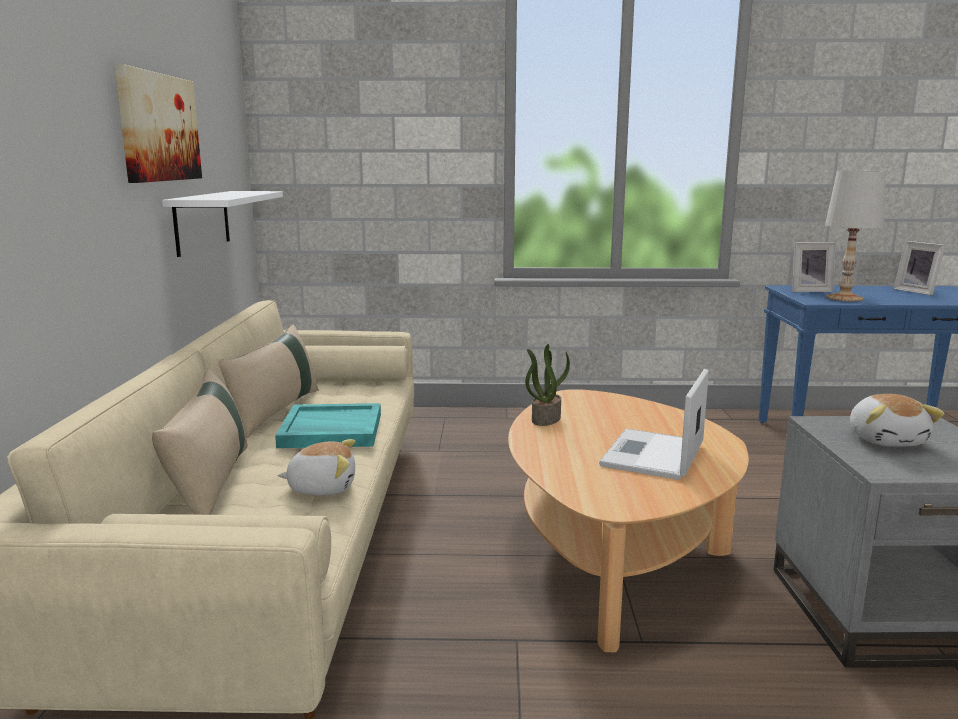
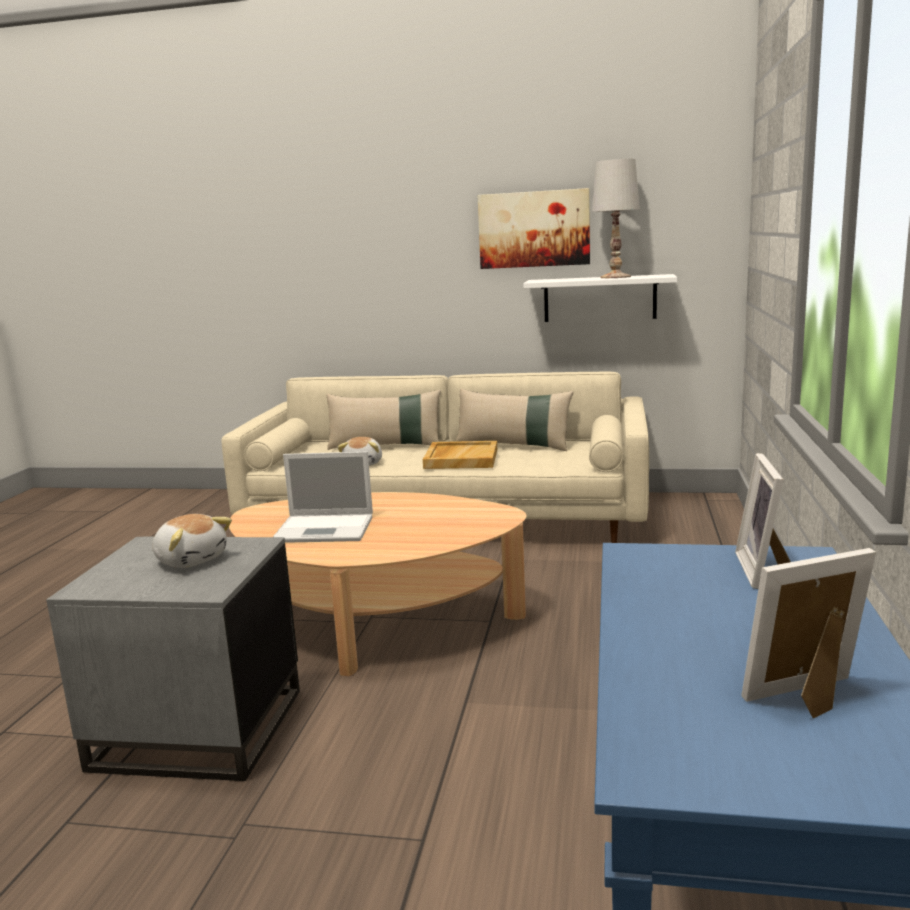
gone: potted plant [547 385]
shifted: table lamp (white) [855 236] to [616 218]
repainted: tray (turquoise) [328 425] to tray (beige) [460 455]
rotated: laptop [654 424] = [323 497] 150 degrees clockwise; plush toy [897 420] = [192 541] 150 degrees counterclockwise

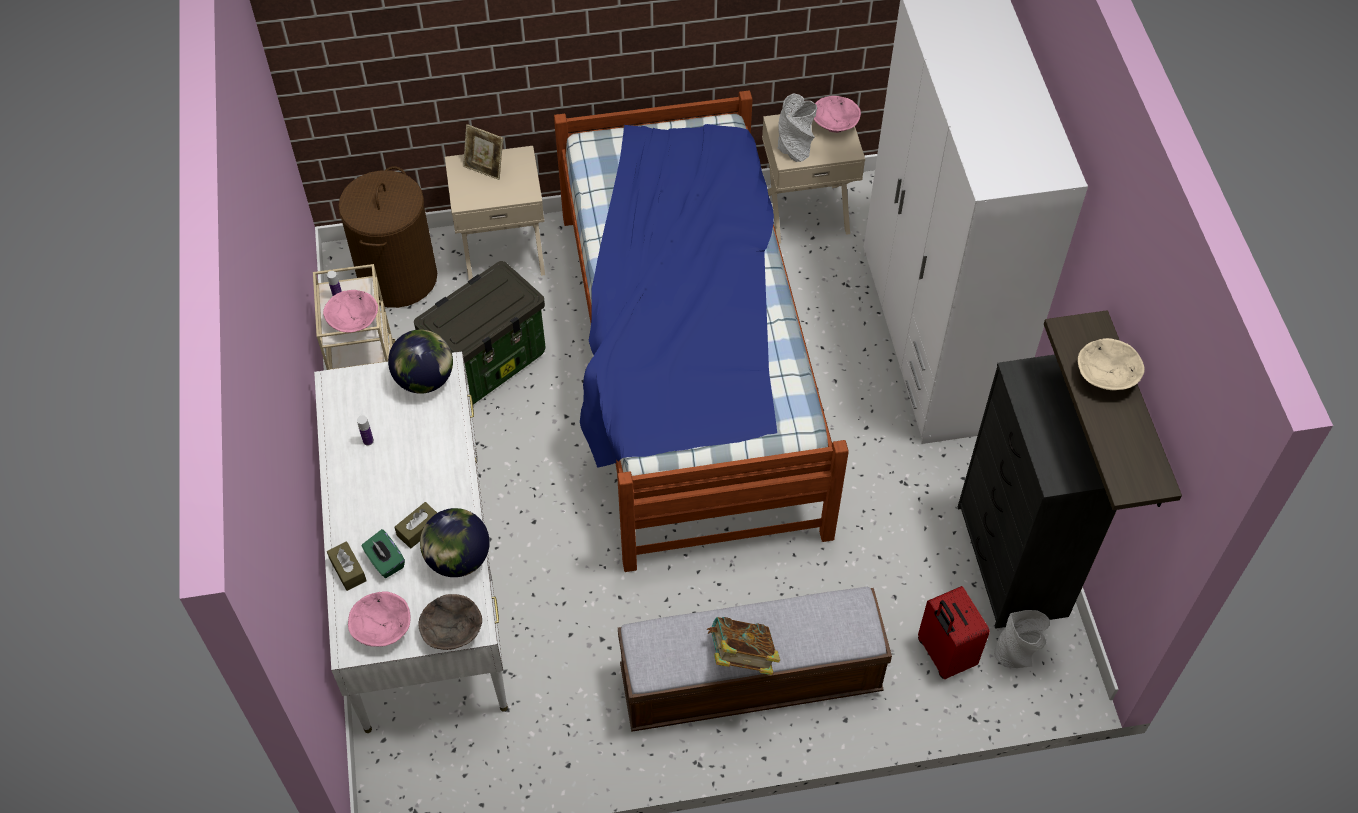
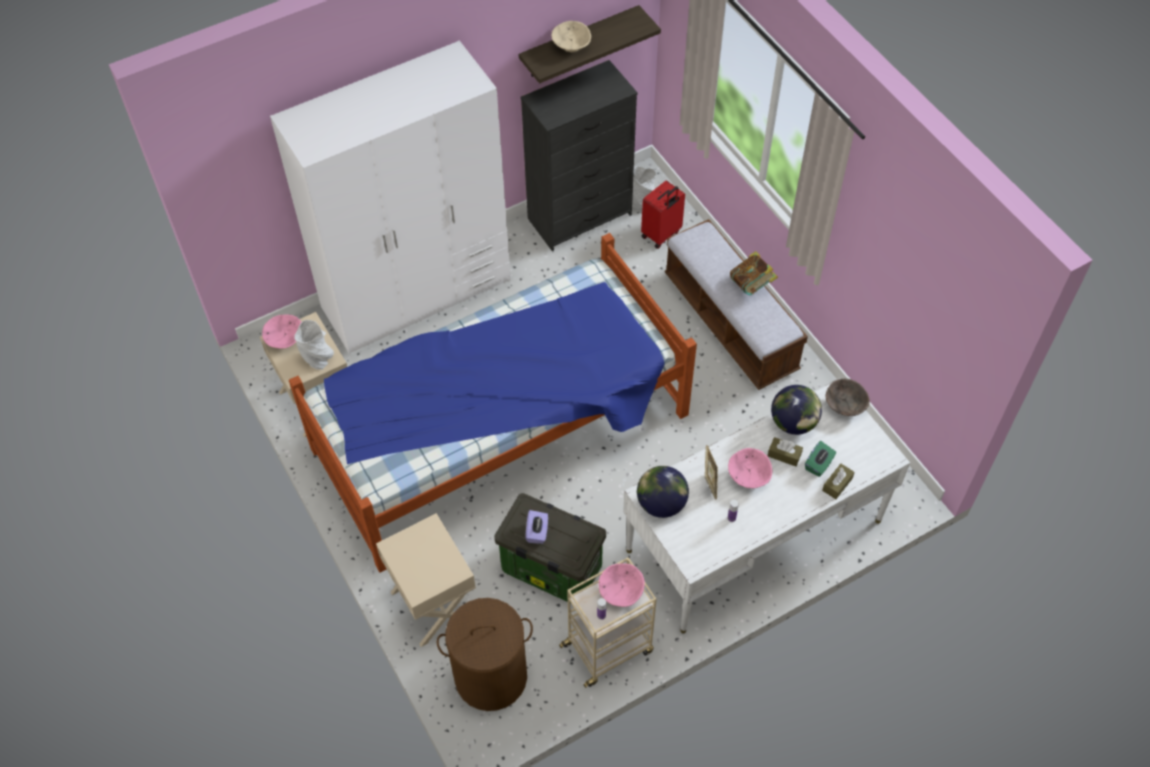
new: tissue box (purple) [537 527]
shifted: bowl (pink) [379 619] to [750 468]; picture frame [483 152] to [711 472]

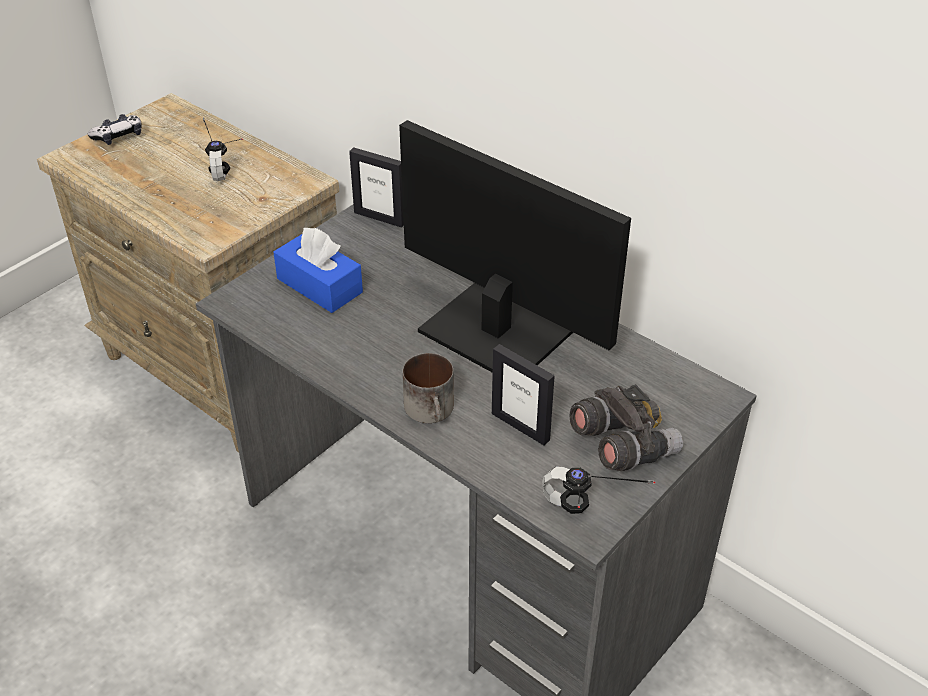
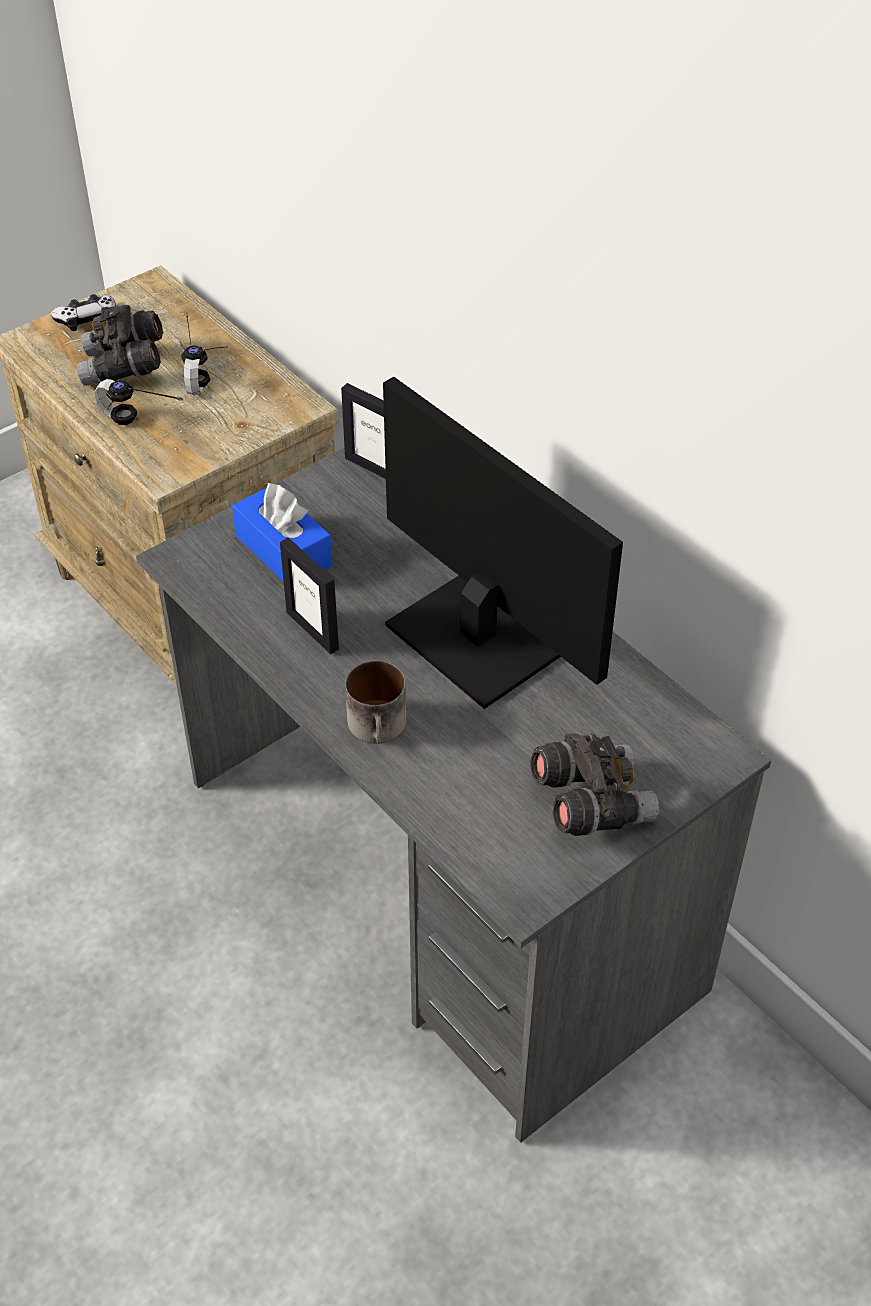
new: binoculars (grey) [120 345]
shifted: picture frame [523 394] to [309 595]; headphones [599 490] to [138 402]

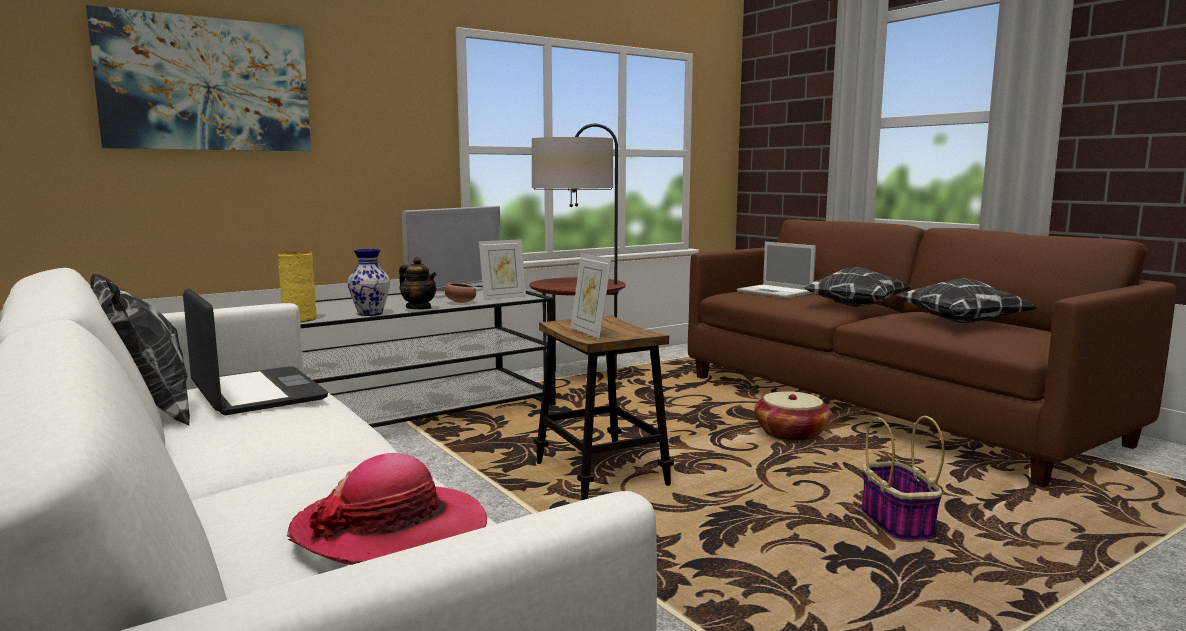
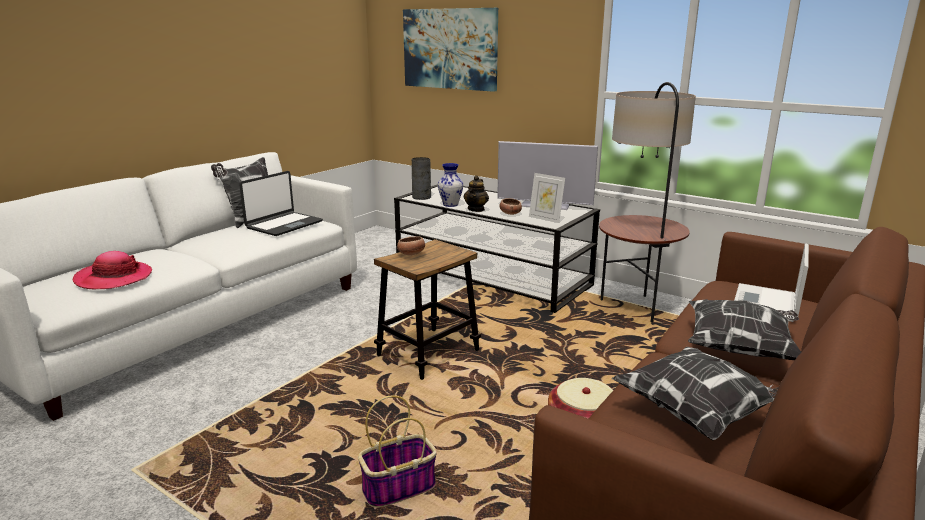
swapped: picture frame [591 296] to bowl [411 246]
repainted: vase (yellow) [297 287] to vase (grey) [421 178]

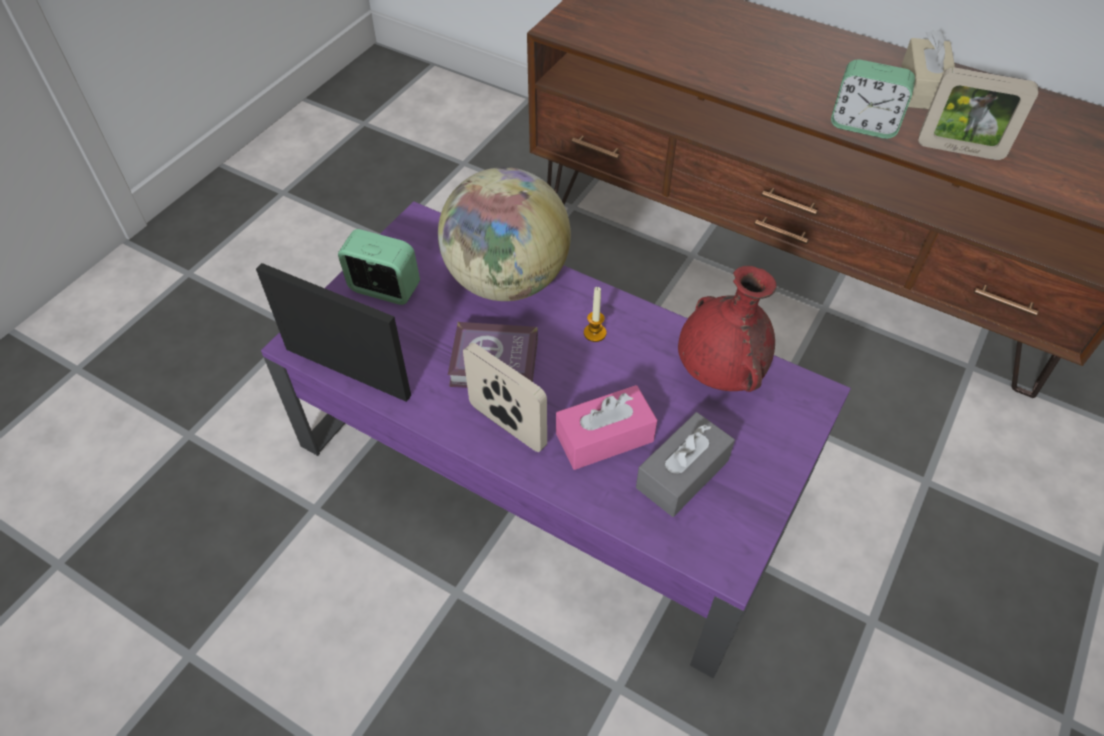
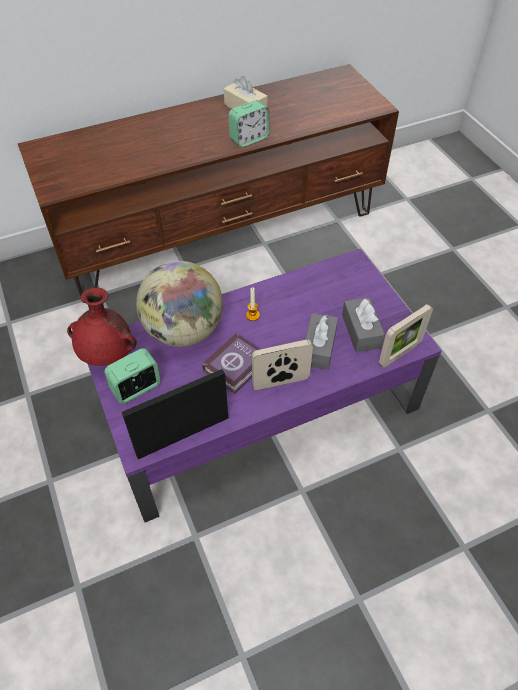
shifted: vase (red) [727 329] to [102 327]; picture frame [978 114] to [406 336]
repainted: tissue box (pink) [606 427] to tissue box (grey) [321 341]

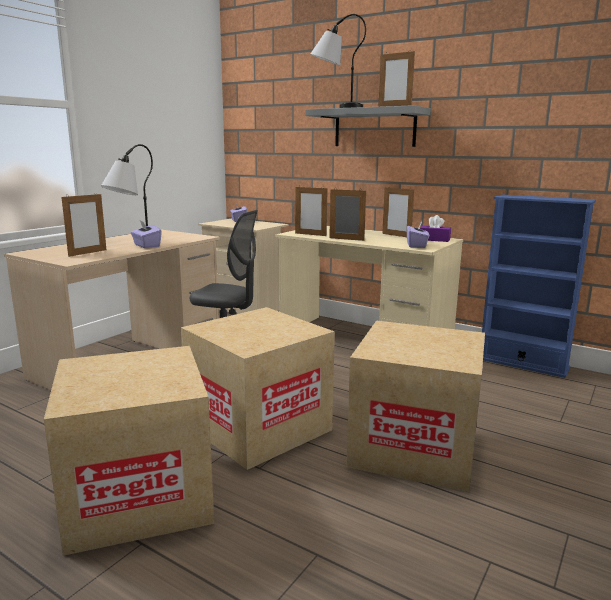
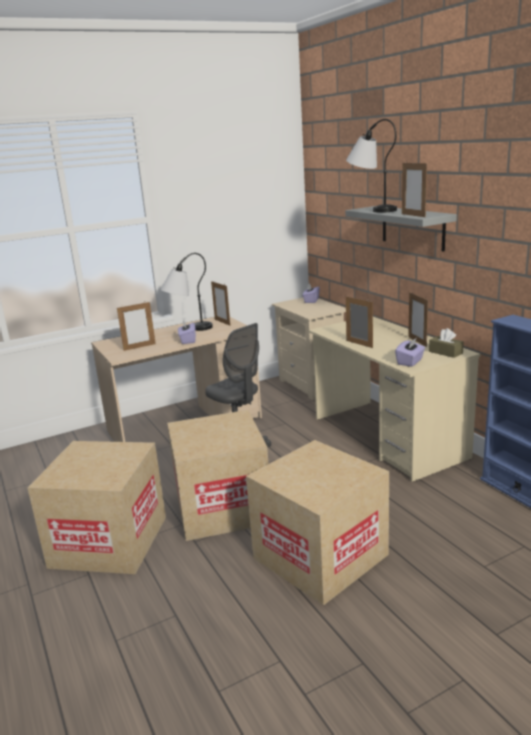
shifted: picture frame [311 210] to [221 303]
repainted: tissue box (purple) [435 228] to tissue box (brown) [446 343]

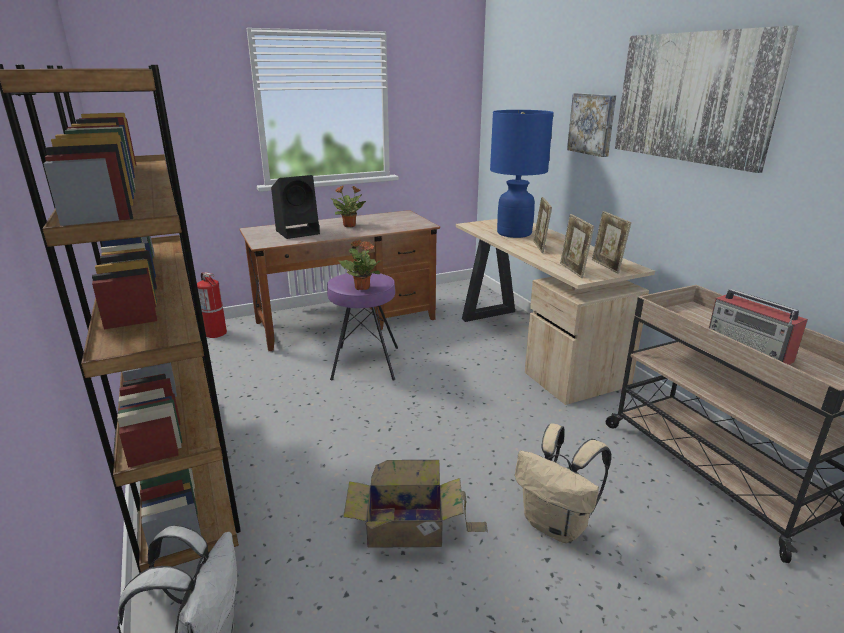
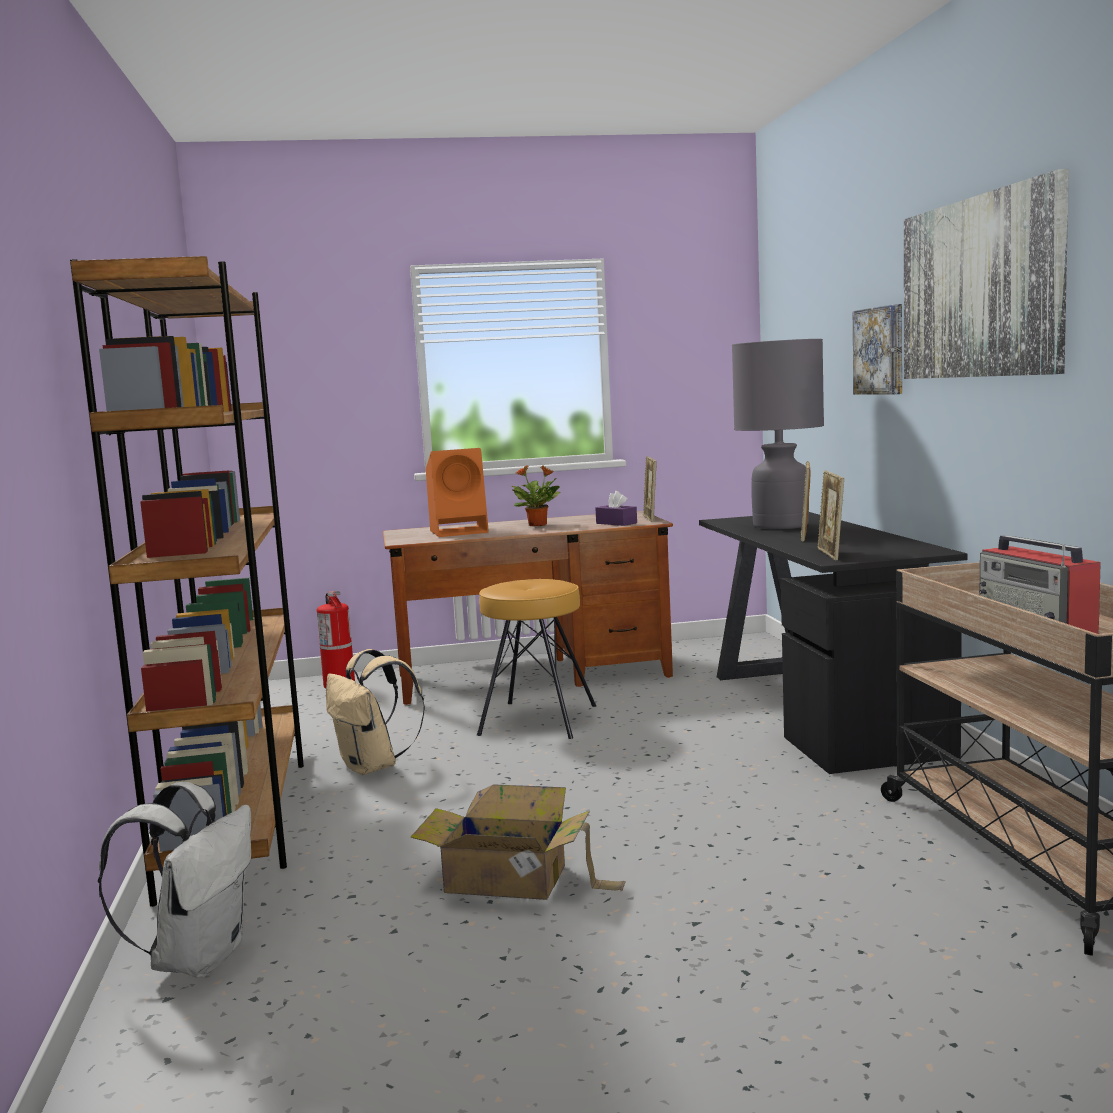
gone: potted plant [360 264]
new: tissue box (purple) [616 508]
shifted: backpack (beige) [563 483] to [375 712]; picture frame [611 242] to [650 489]
repainted: speaker (black) [295 207] to speaker (orange) [457 492]; stool (purple) [362 327] to stool (brown) [536 659]; desk (beige) [555 312] to desk (black) [833 643]; table lamp (blue) [522 174] to table lamp (grey) [778 434]

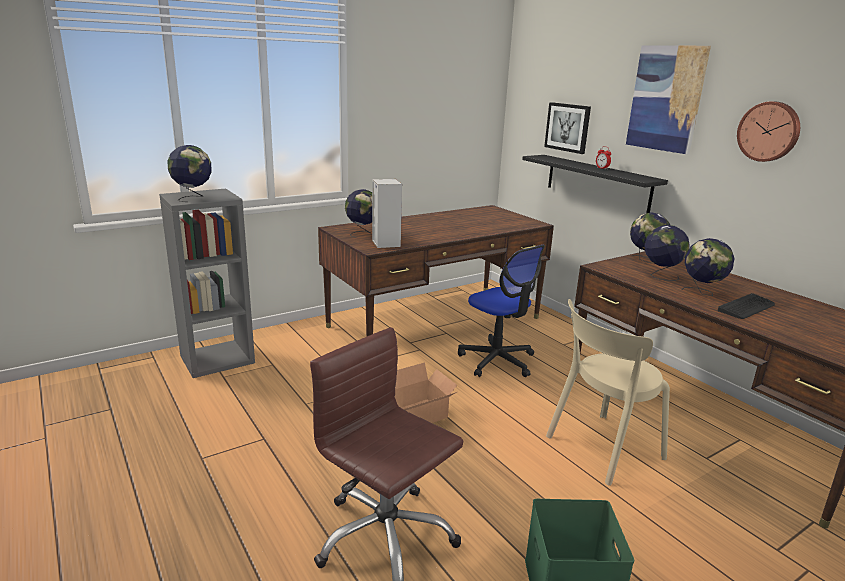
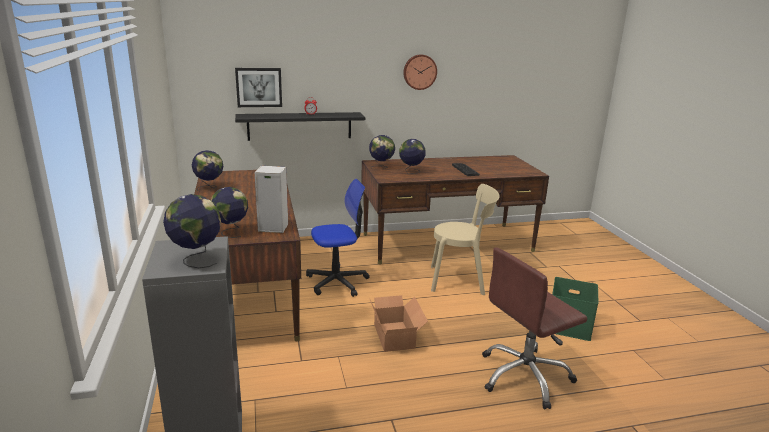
gone: picture [668 99]
shifted: globe [708 267] to [207 169]
rotated: chair (beige) [608 392] = [465 239] 75 degrees counterclockwise

